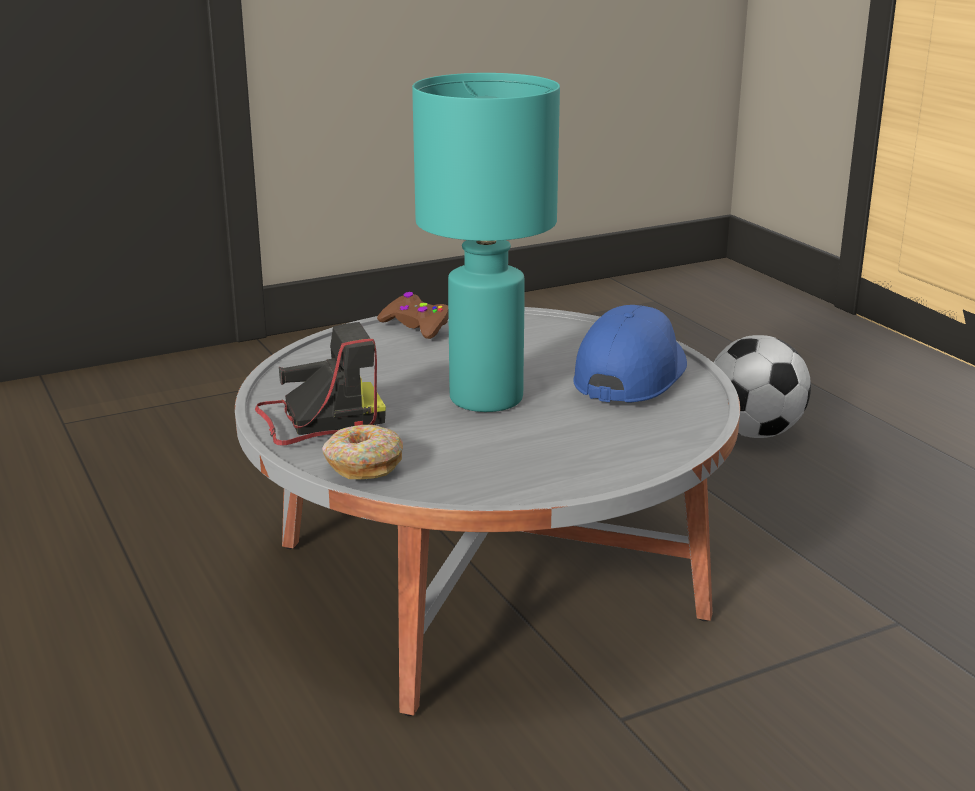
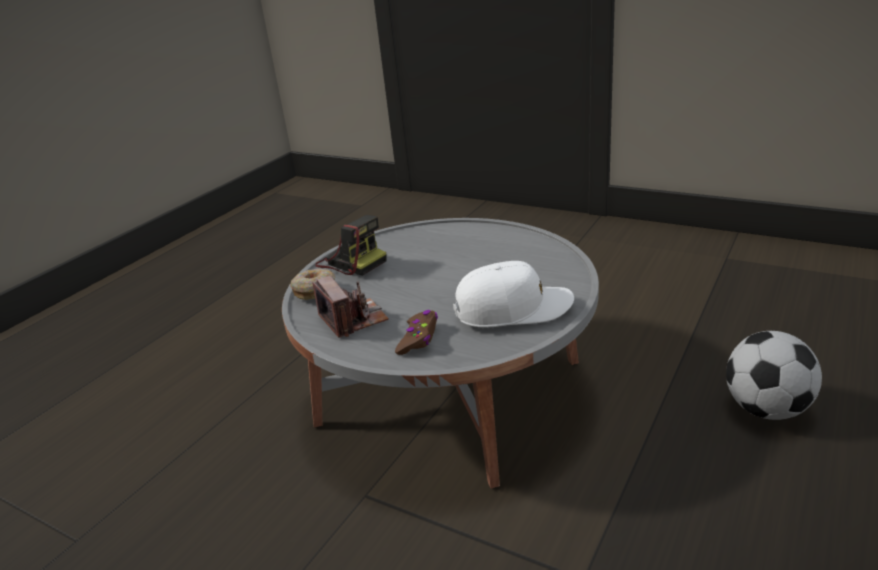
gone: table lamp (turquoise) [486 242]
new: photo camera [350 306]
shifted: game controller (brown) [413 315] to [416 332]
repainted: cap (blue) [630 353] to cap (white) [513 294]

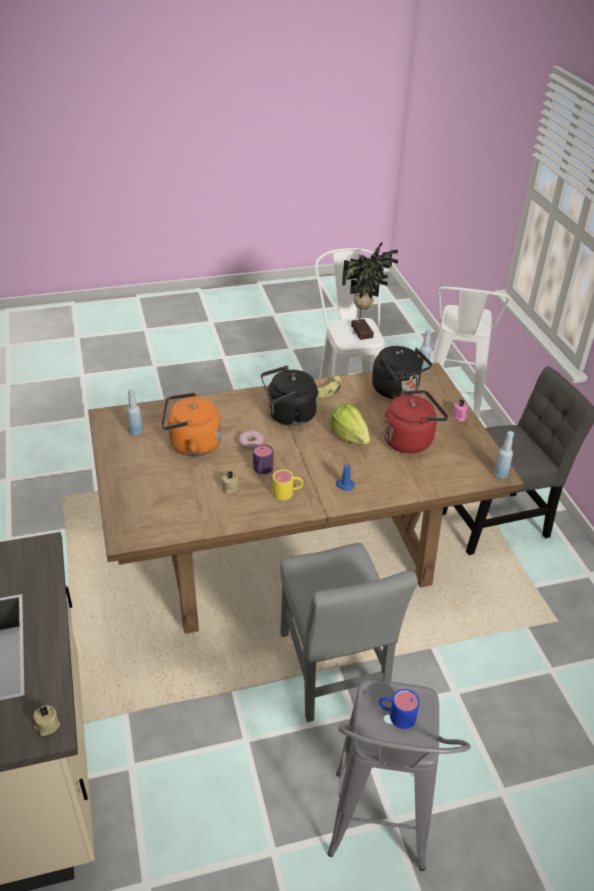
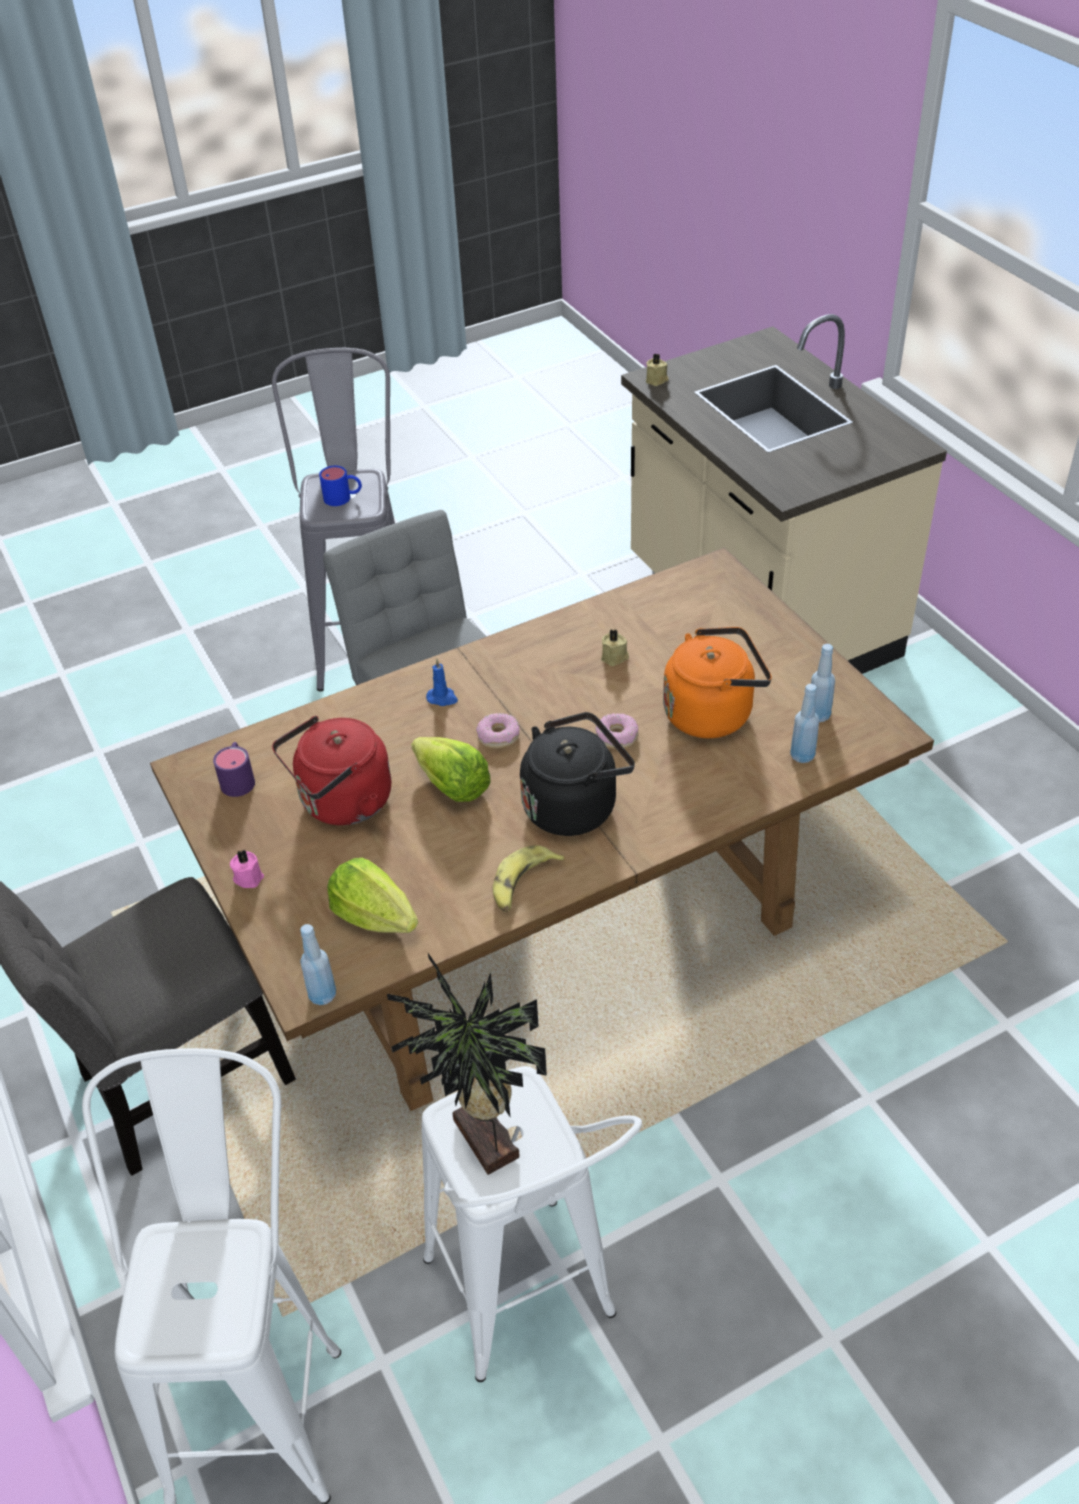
gone: mug (yellow) [288 485]
new: donut [498 731]
shifted: mug (purple) [263 459] to [234 769]; bottle (blue) [504 455] to [804 723]
swapped: kettle (black) [402 372] to lettuce [372 895]

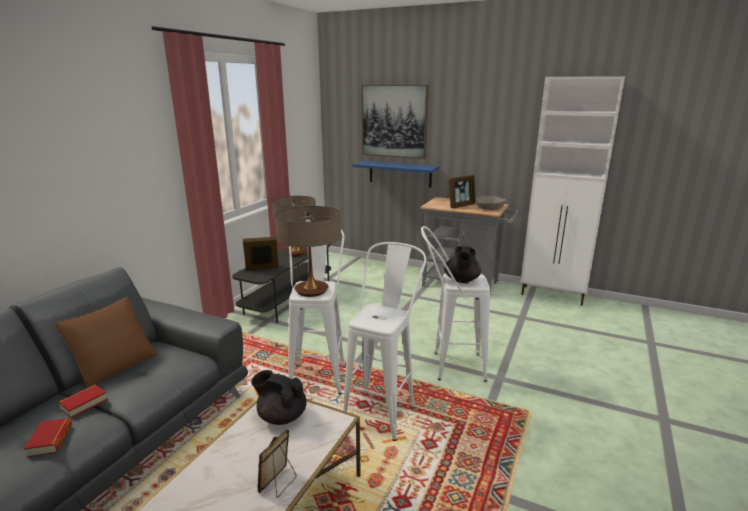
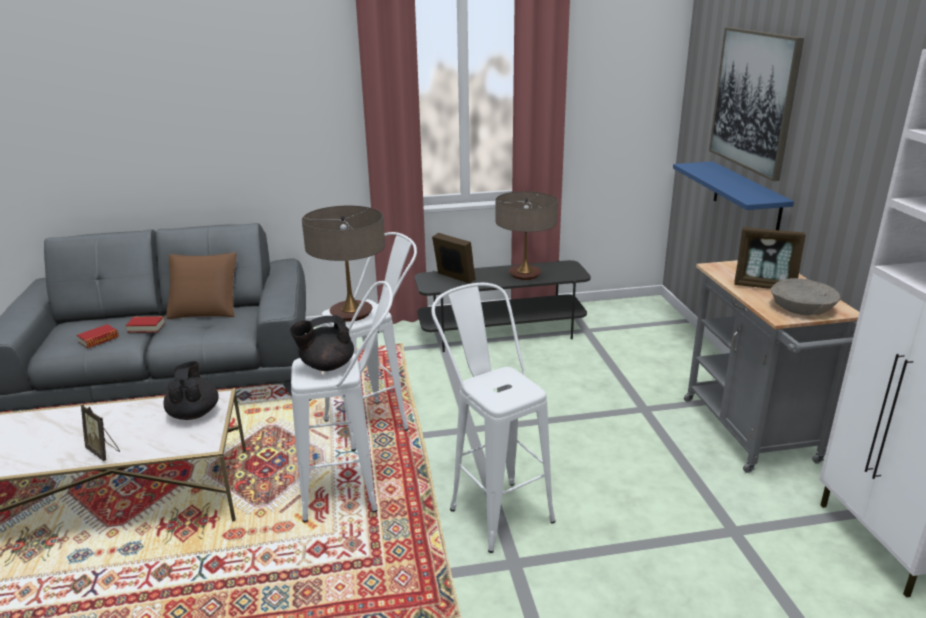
shifted: teapot (black) [462 264] to [322 343]
rotated: picture frame [277 463] = [100 432] 135 degrees counterclockwise

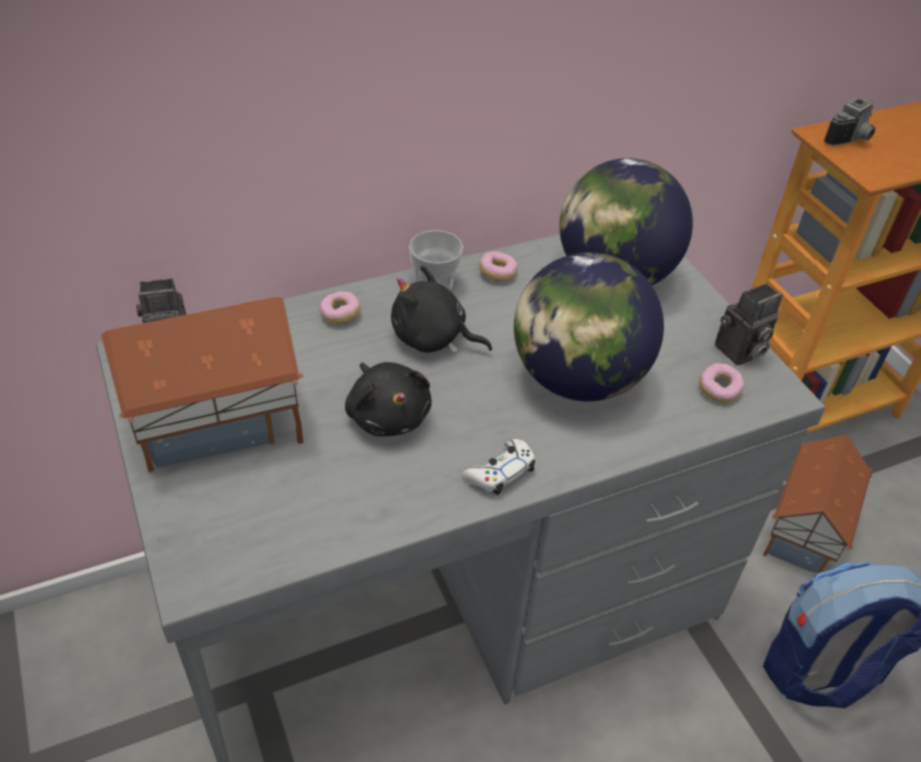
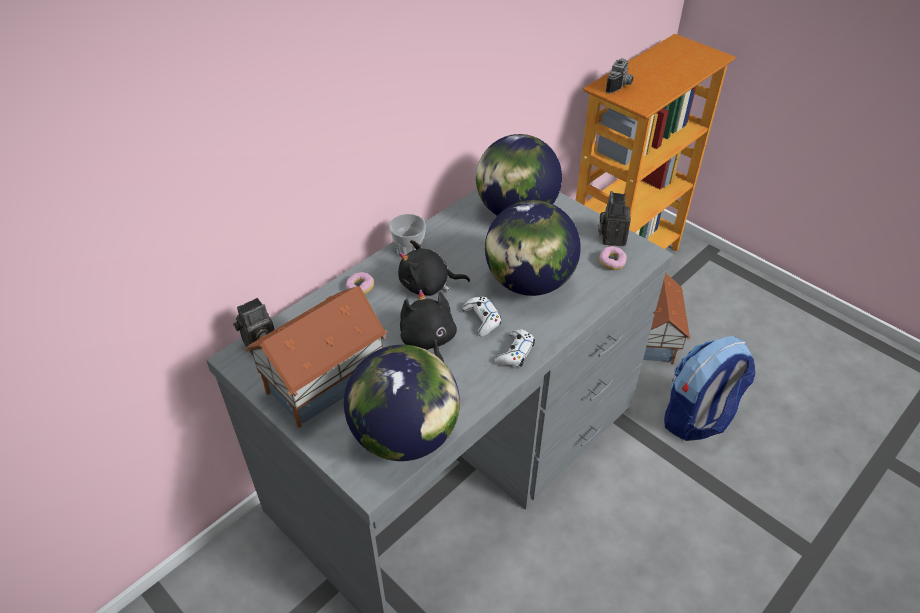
gone: donut [498 266]
new: globe [402 403]; game controller (white) [481 317]
rotated: plush toy (black) [388 399] = [428 325] 150 degrees counterclockwise; photo camera [749 324] = [614 218] 150 degrees clockwise

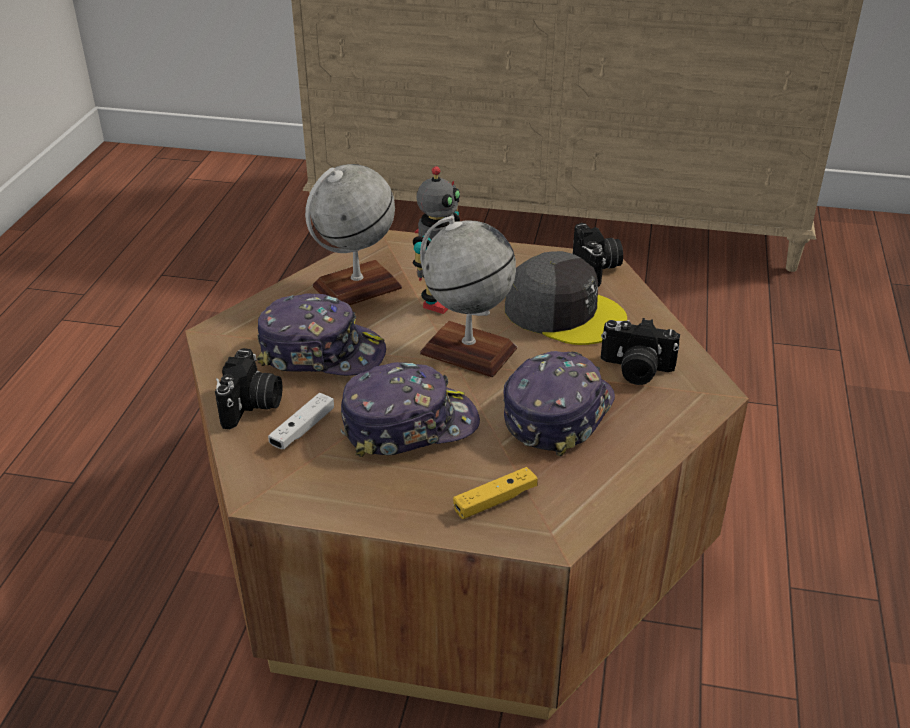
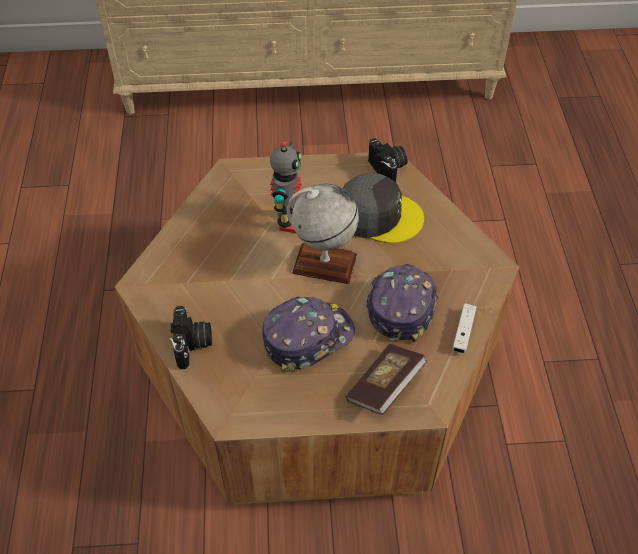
gone: cap [321 335]; globe [353 234]; photo camera [640 351]
shifted: game controller (white) [301 421] to [464 328]
swapped: game controller (yellow) [495 493] to book [386 379]

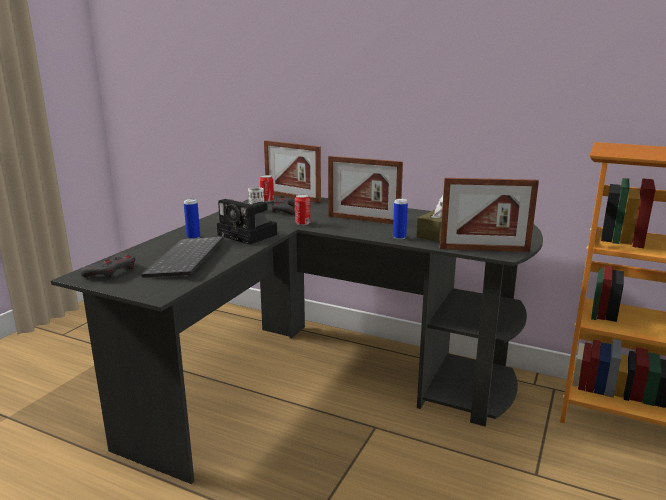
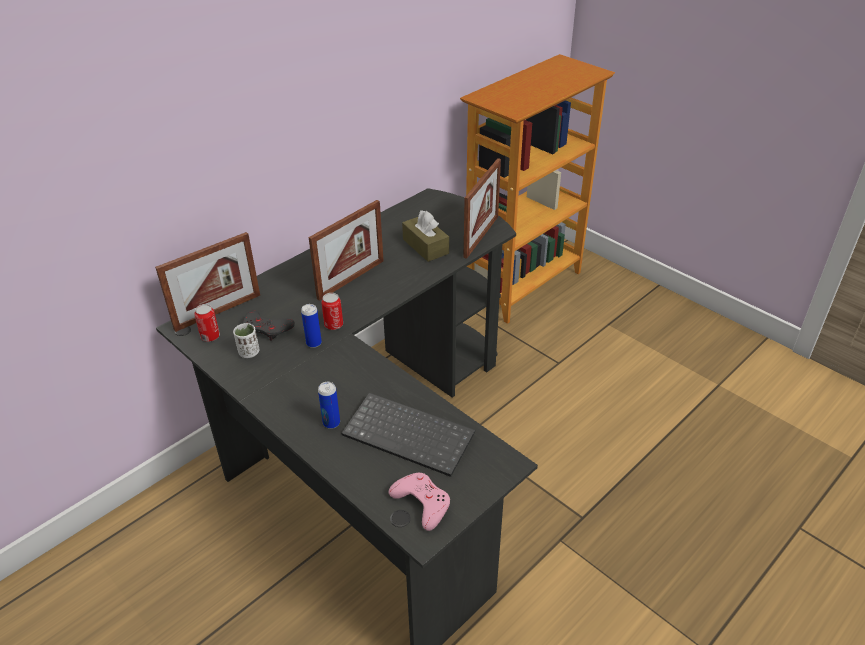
gone: photo camera [247 222]
shifted: can [400 219] to [311 326]
repainted: game controller (grey) [108 265] to game controller (pink) [419 501]

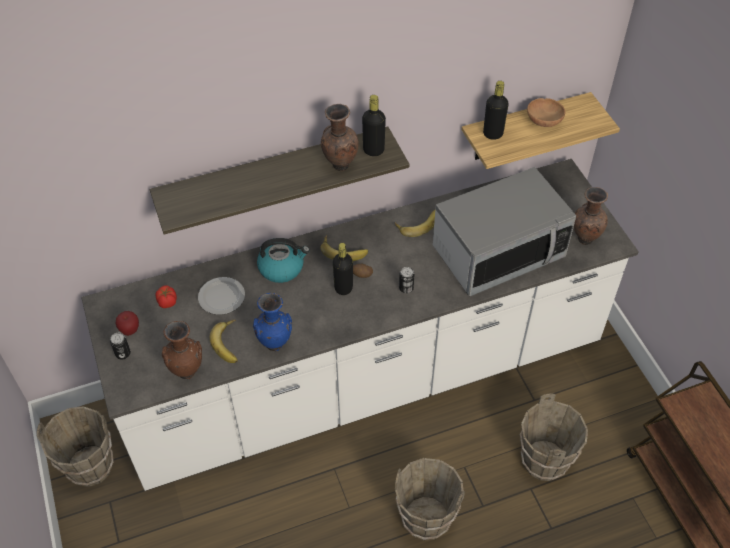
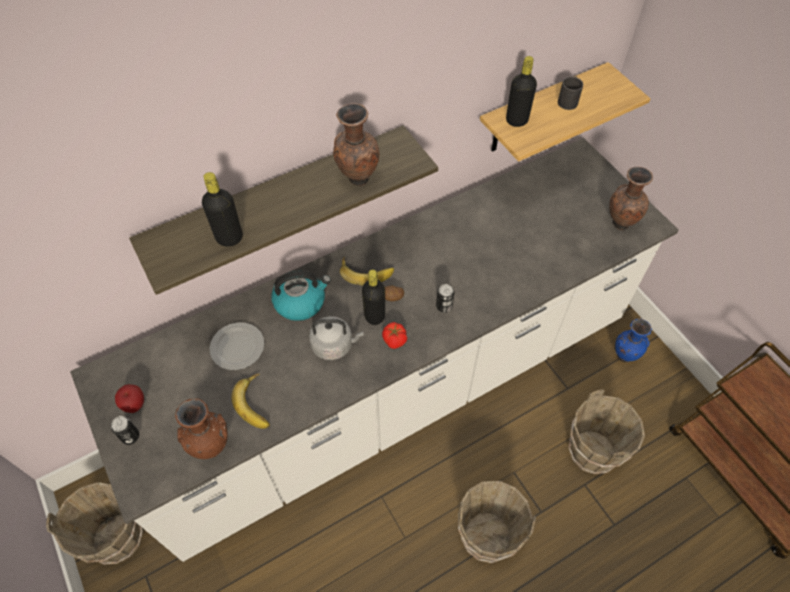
gone: banana [415 223]; microwave [504 231]
new: kettle (grey) [336 338]
shifted: tomato [166 296] to [394 335]; vase (blue) [272 322] to [633 340]; bottle (black) [374 125] to [222 209]
swapped: bowl (brown) [546 112] to mug (black) [570 93]

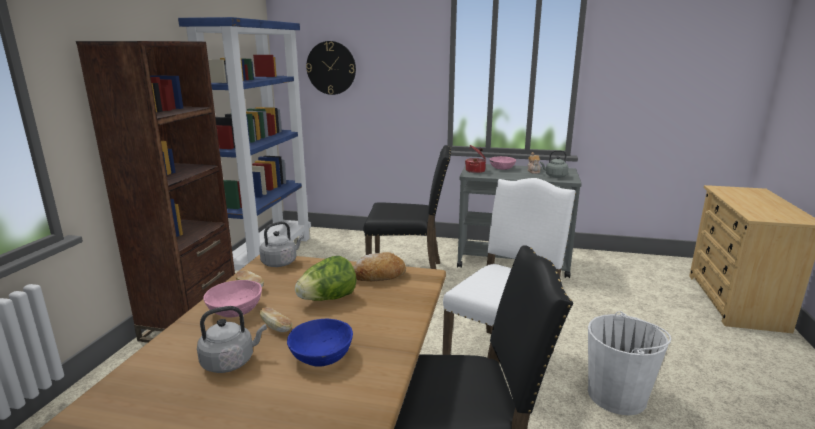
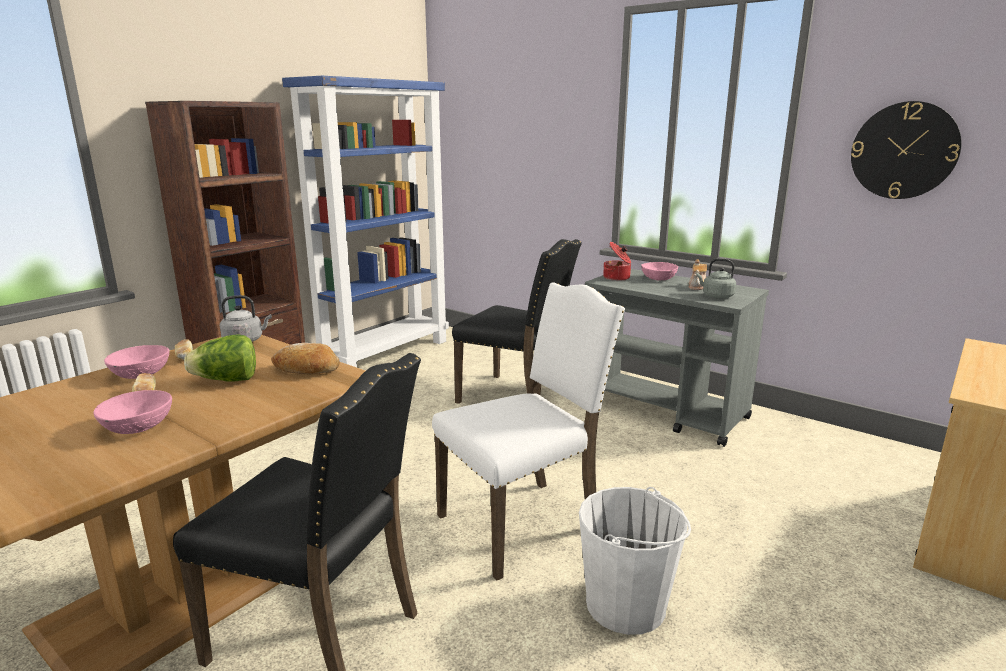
gone: kettle (grey) [232 339]
shifted: wall clock [331 68] to [906 150]
repainted: bowl (blue) [320 342] to bowl (pink) [132 412]

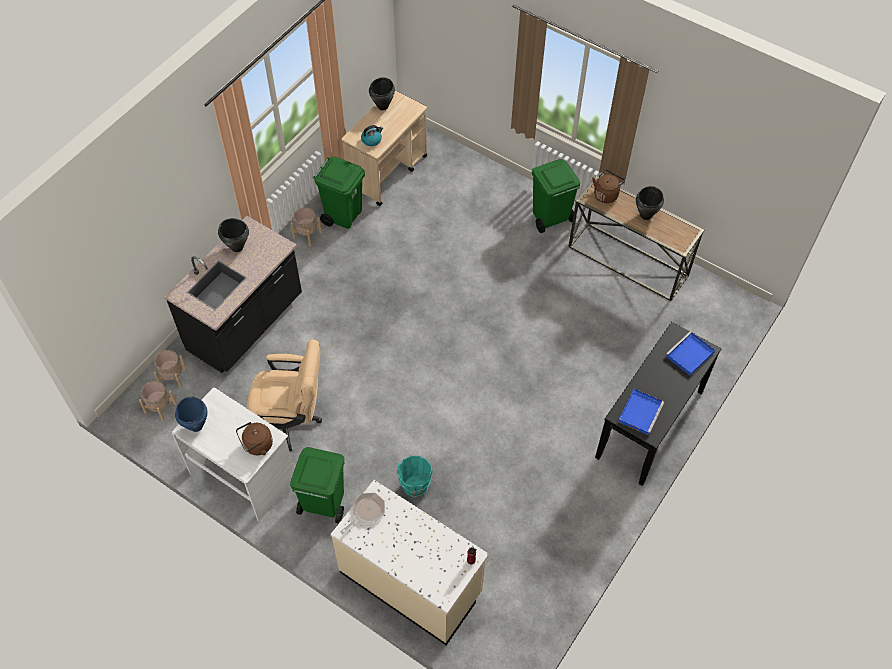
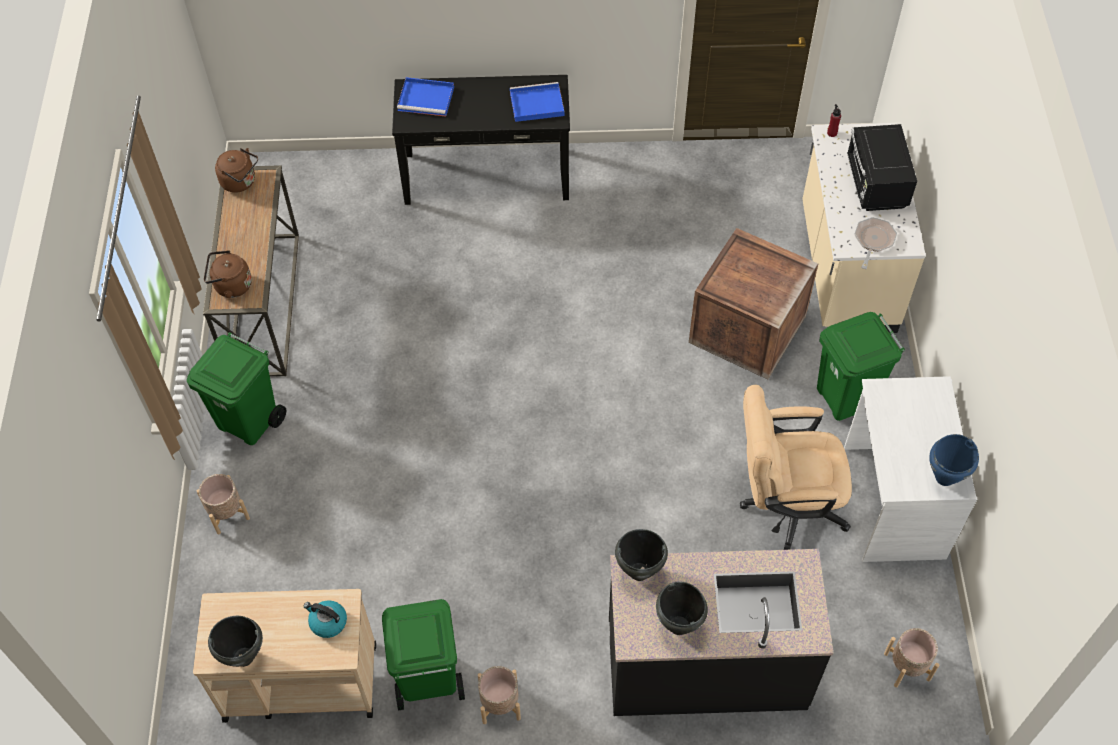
new: microwave (black) [882 167]
shifted: planter (beige) [170 369] to [223 504]; kettle (brown) [254 438] to [236 170]; cooking pot (black) [650 203] to [641 555]
swapped: bucket (turquoise) [415 477] to crate [753 304]
rotated: office chair (beige) [284 395] = [796 467] 60 degrees counterclockwise; frying pan [362 513] = [875 243] 105 degrees clockwise

